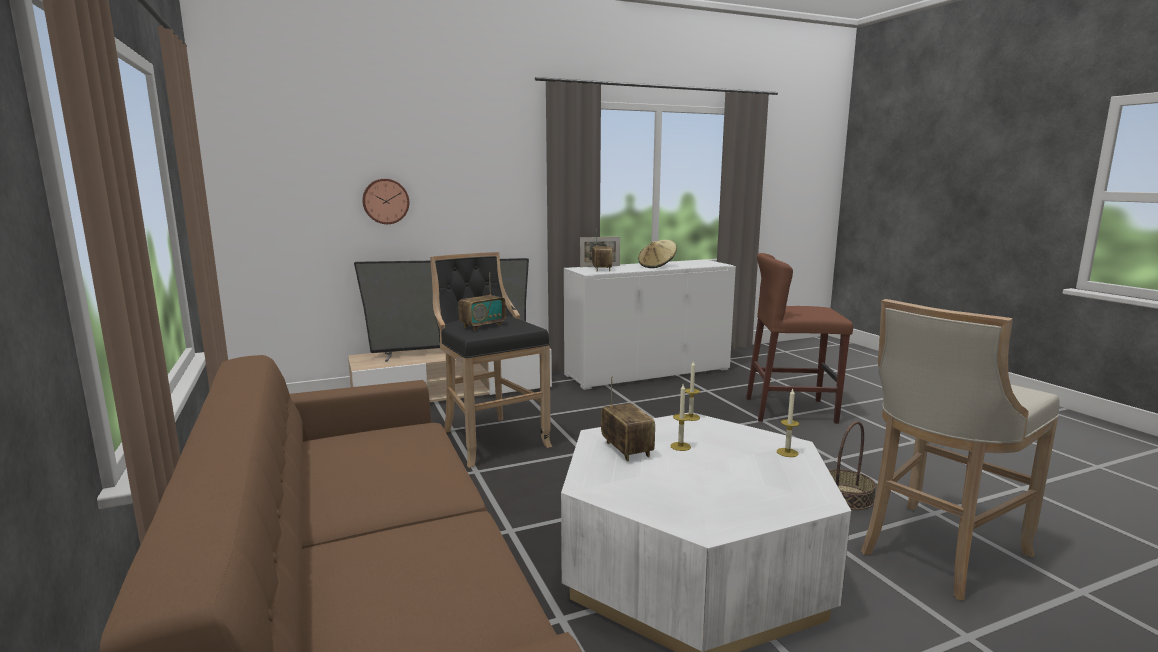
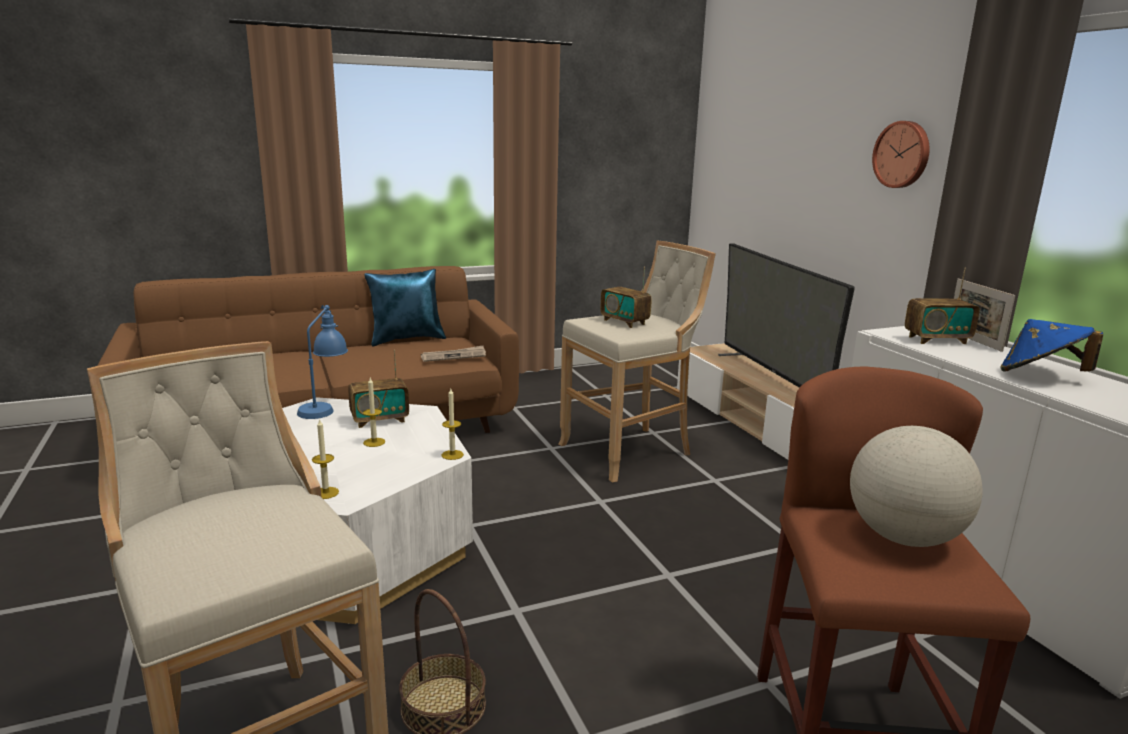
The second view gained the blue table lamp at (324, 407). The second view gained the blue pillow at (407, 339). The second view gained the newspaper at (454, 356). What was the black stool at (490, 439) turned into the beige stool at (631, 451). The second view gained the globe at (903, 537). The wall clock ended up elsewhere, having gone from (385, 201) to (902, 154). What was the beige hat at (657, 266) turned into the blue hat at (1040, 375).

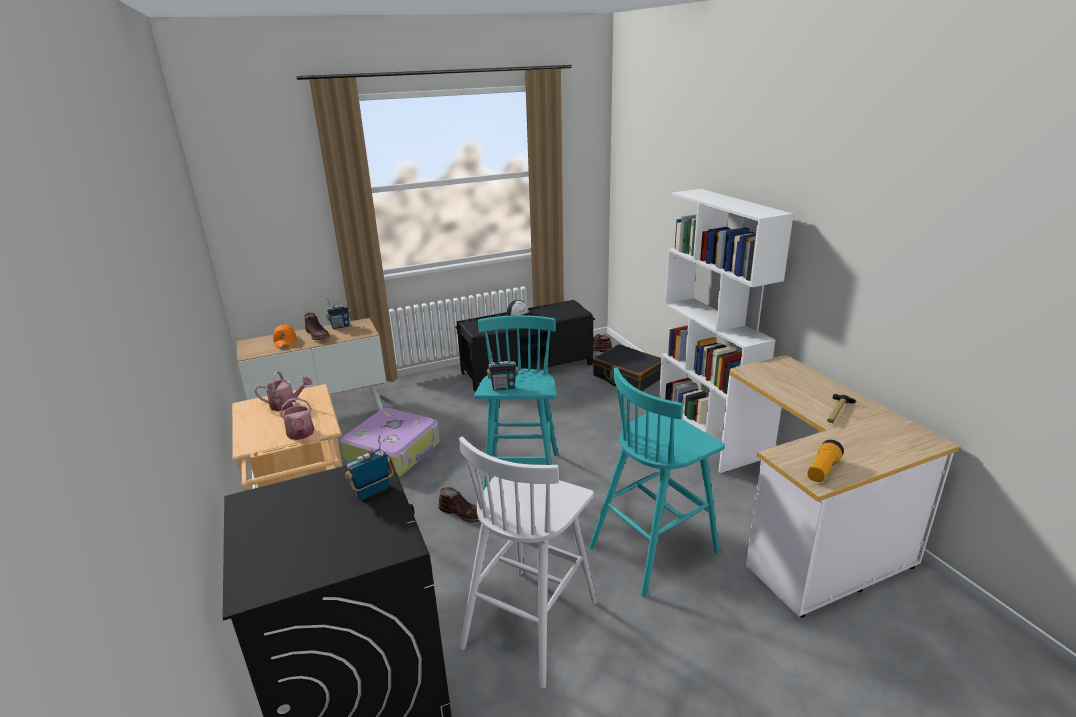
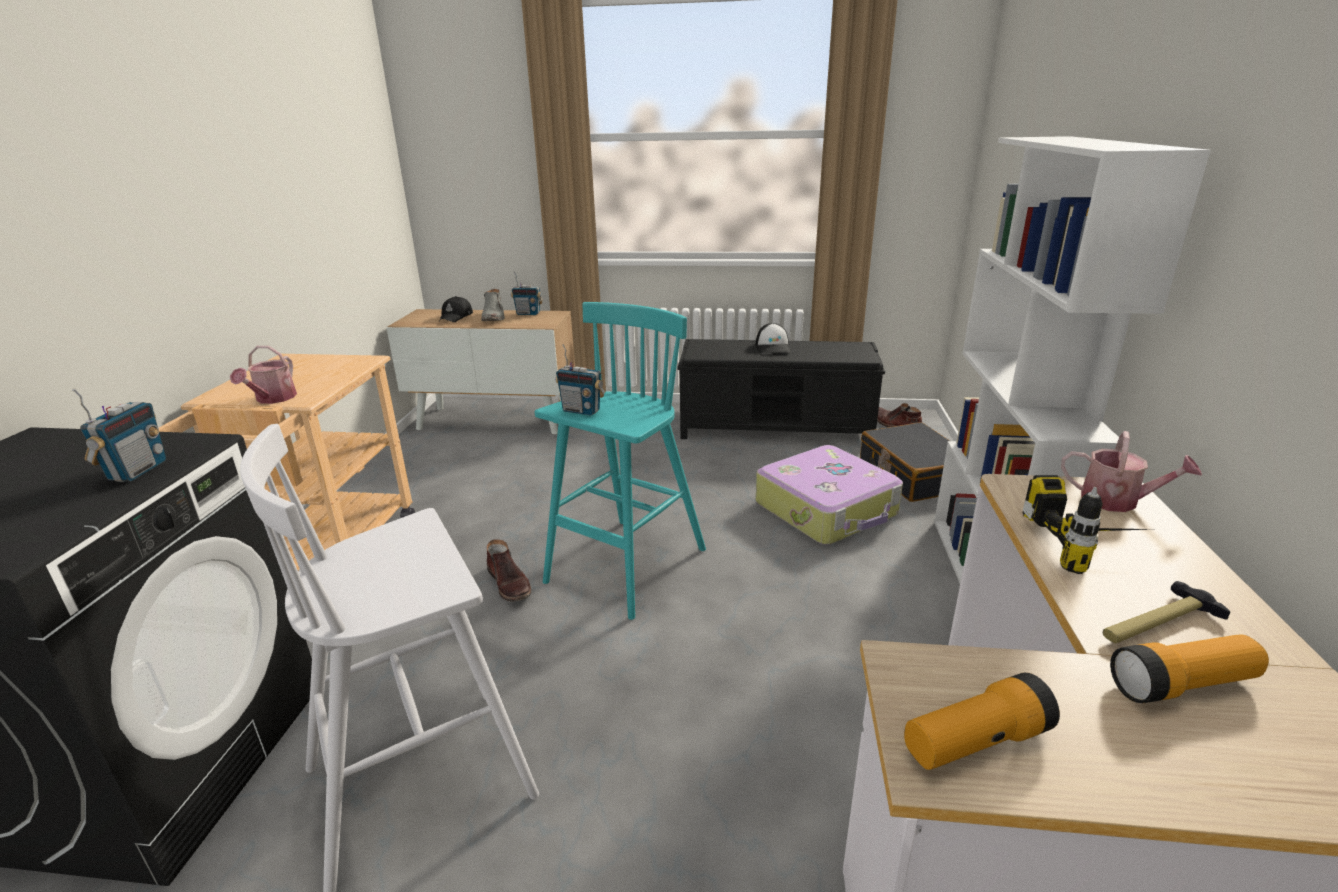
The radio at (372, 491) ended up facing another way, 105 degrees clockwise from before. What was the orange cap at (285, 341) turned into the black cap at (456, 317). What was the brown boot at (318, 335) turned into the grey boot at (494, 317). The suitcase ended up elsewhere, having gone from (394, 452) to (827, 509). The second view gained the power drill at (1091, 547). The watering can ended up elsewhere, having gone from (287, 404) to (1117, 501). The second view gained the flashlight at (1182, 685). The second view lost the turquoise stool at (655, 548).

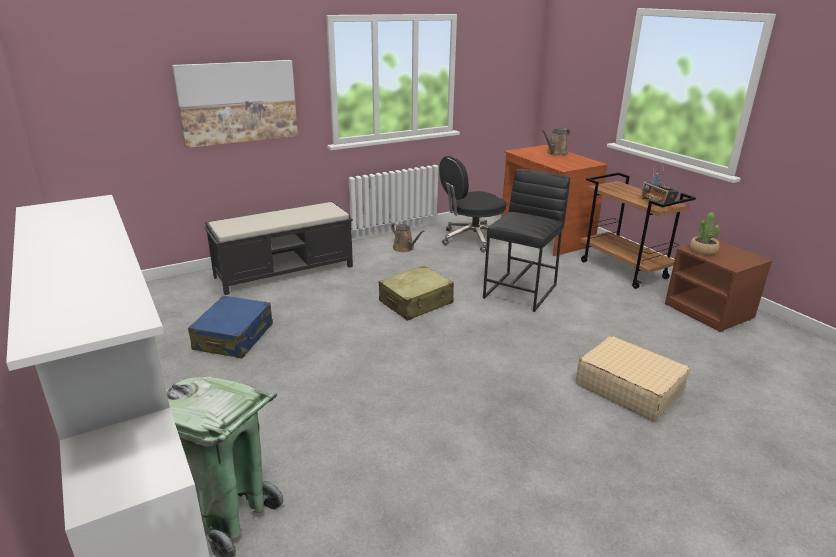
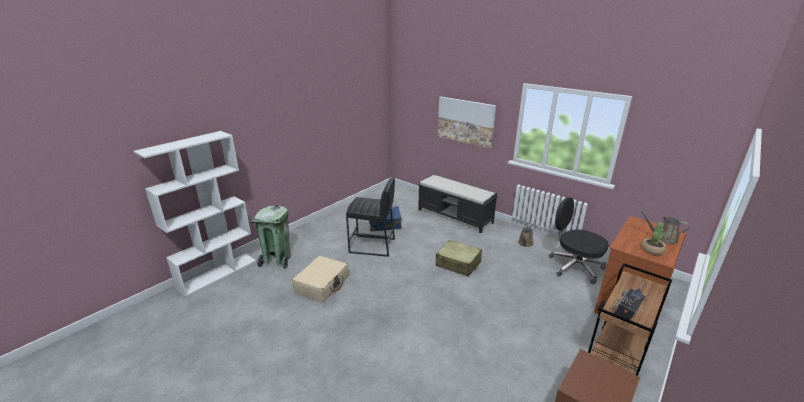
The beige suitcase ended up elsewhere, having gone from (628, 388) to (322, 284). The black stool ended up elsewhere, having gone from (521, 291) to (372, 246). The potted plant ended up elsewhere, having gone from (703, 250) to (652, 250).

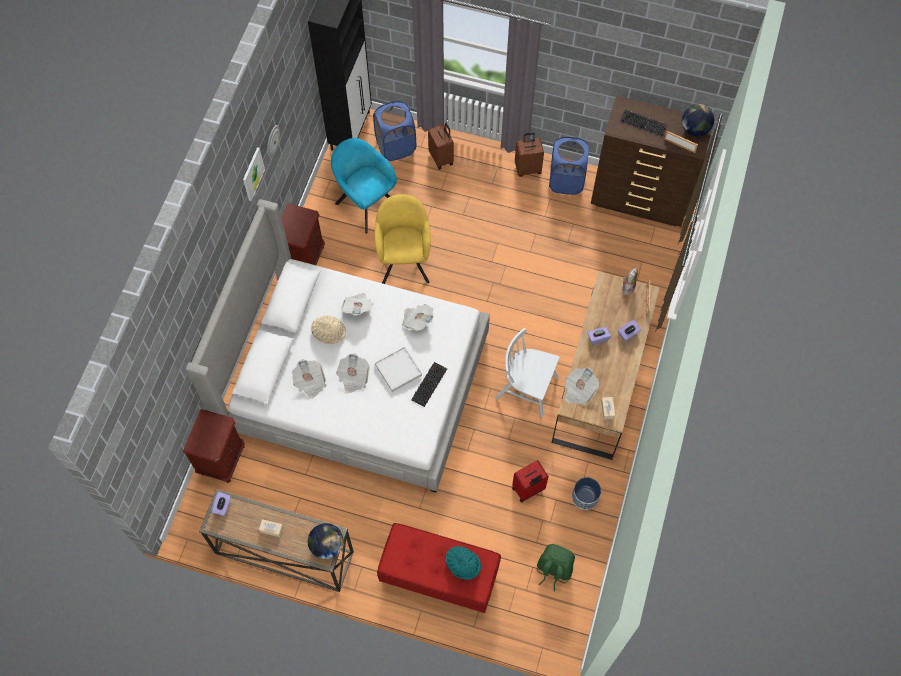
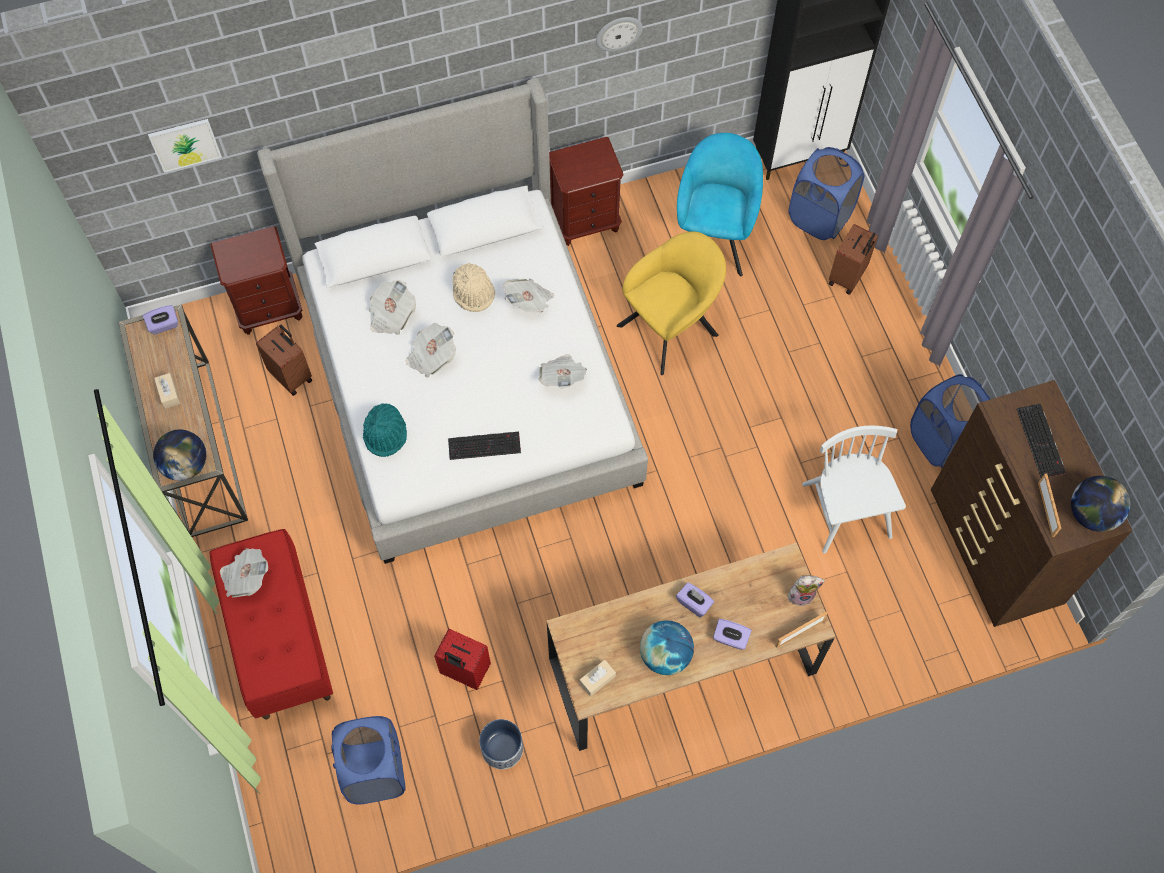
The picture ended up elsewhere, having gone from (253, 174) to (185, 144). The newspaper ended up elsewhere, having gone from (579, 390) to (246, 577). The brown suitcase ended up elsewhere, having gone from (528, 168) to (292, 376). Where the green backpack stood at (553, 570), the blue laundry basket came to stand at (375, 771). The turquoise hat ended up elsewhere, having gone from (463, 563) to (385, 434). The second view gained the globe at (665, 655). The white chair ended up elsewhere, having gone from (527, 388) to (846, 511). The second view lost the white tray at (398, 370).

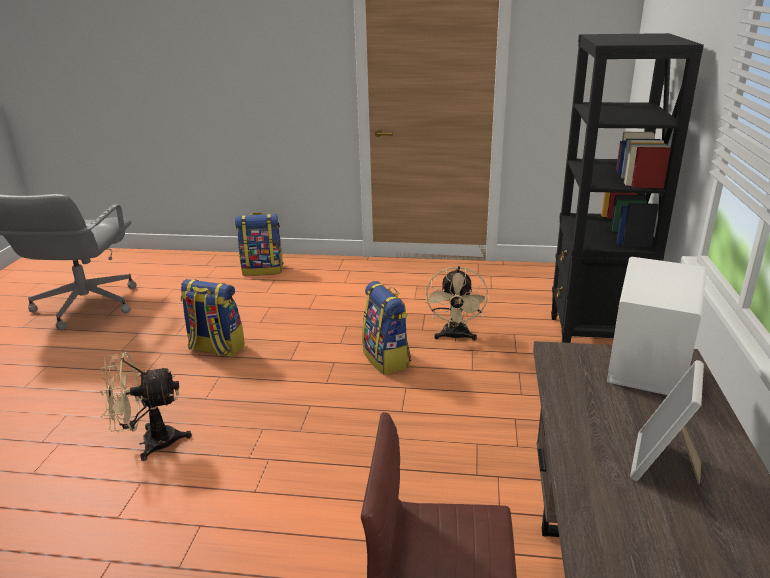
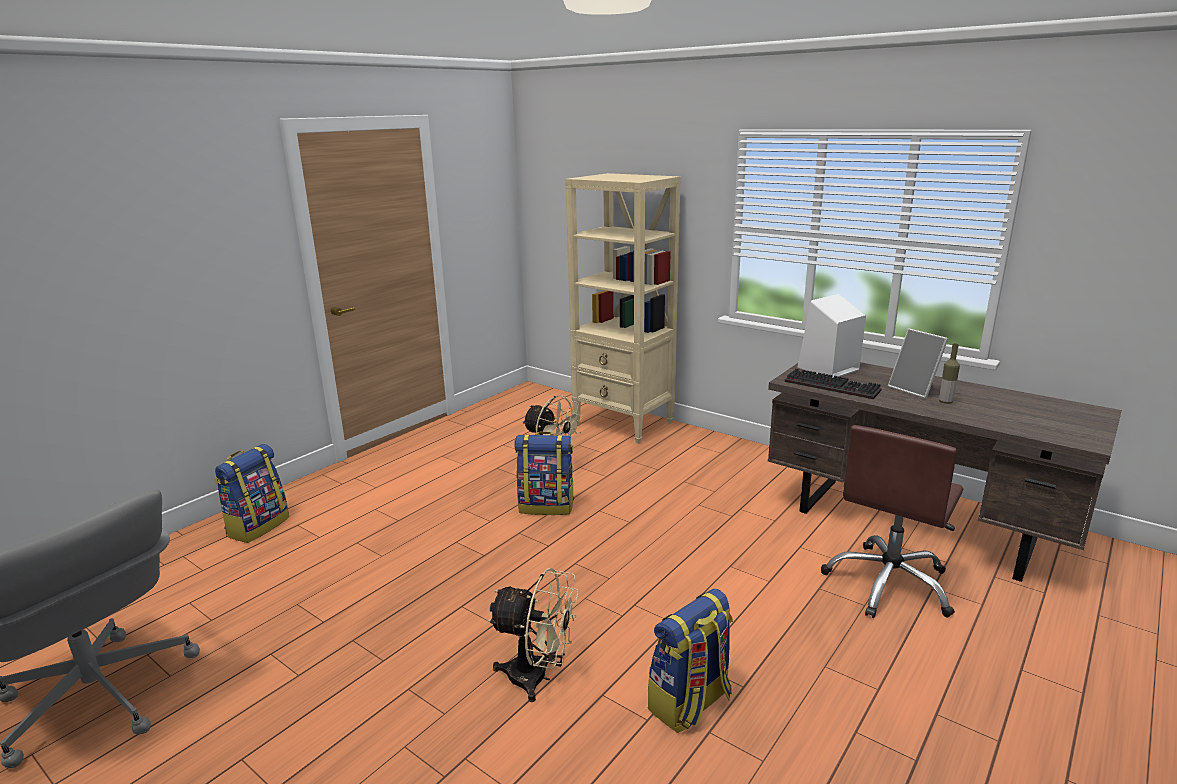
The beige fan at (150, 443) ended up facing another way, 90 degrees counterclockwise from before. What was the black bookcase at (592, 342) turned into the beige bookcase at (624, 424). The backpack ended up elsewhere, having gone from (215, 349) to (690, 704). The second view gained the keyboard at (834, 386). The second view gained the bottle at (945, 402).

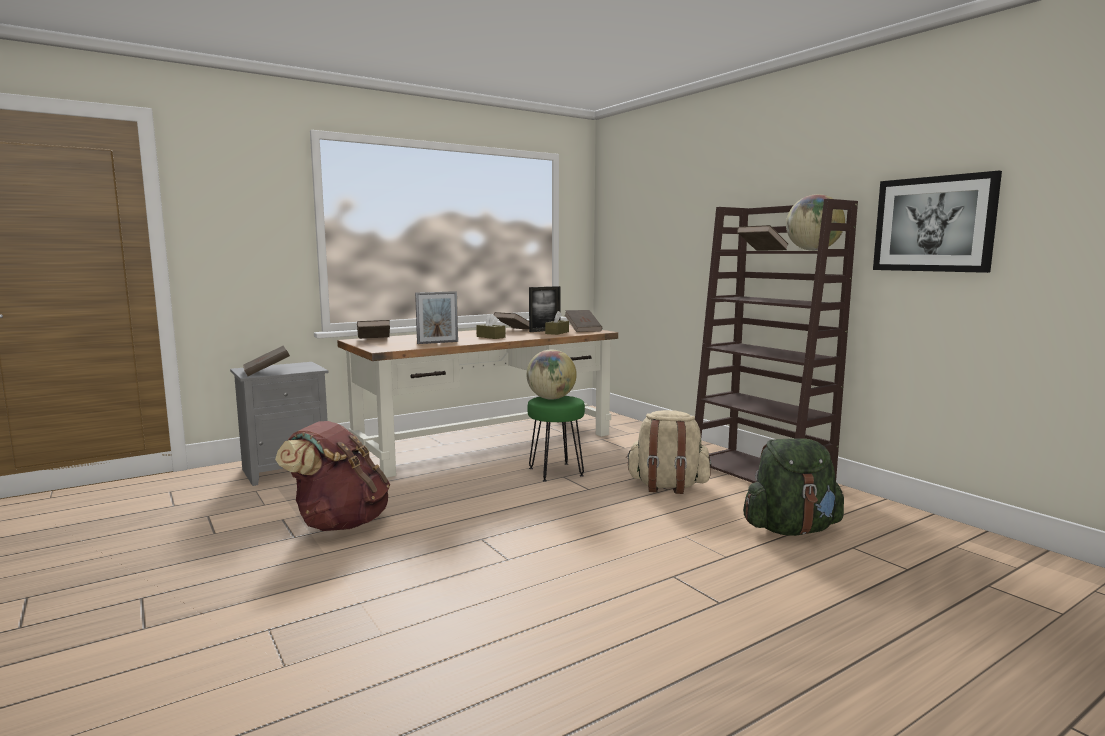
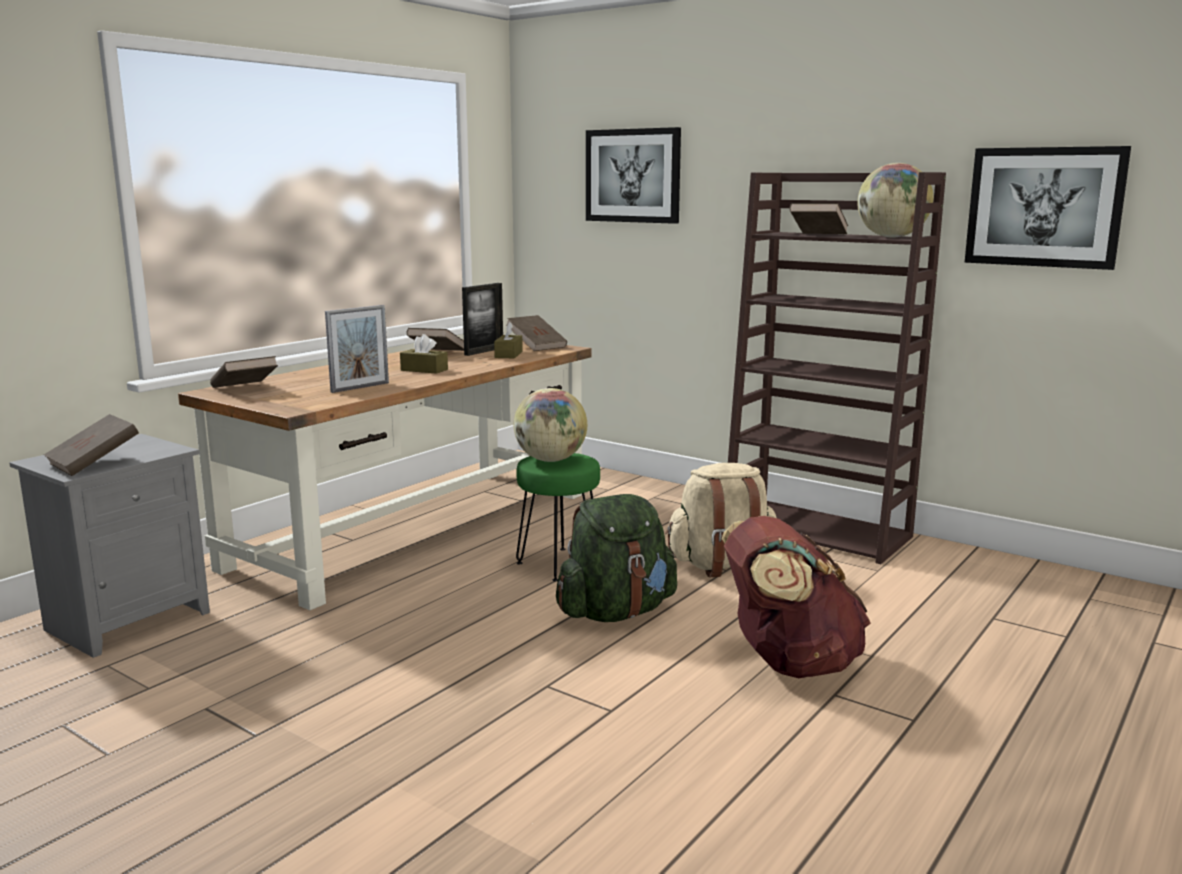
The green backpack ended up elsewhere, having gone from (791, 529) to (616, 612). The second view gained the picture at (633, 176). The brown backpack ended up elsewhere, having gone from (339, 523) to (789, 663).

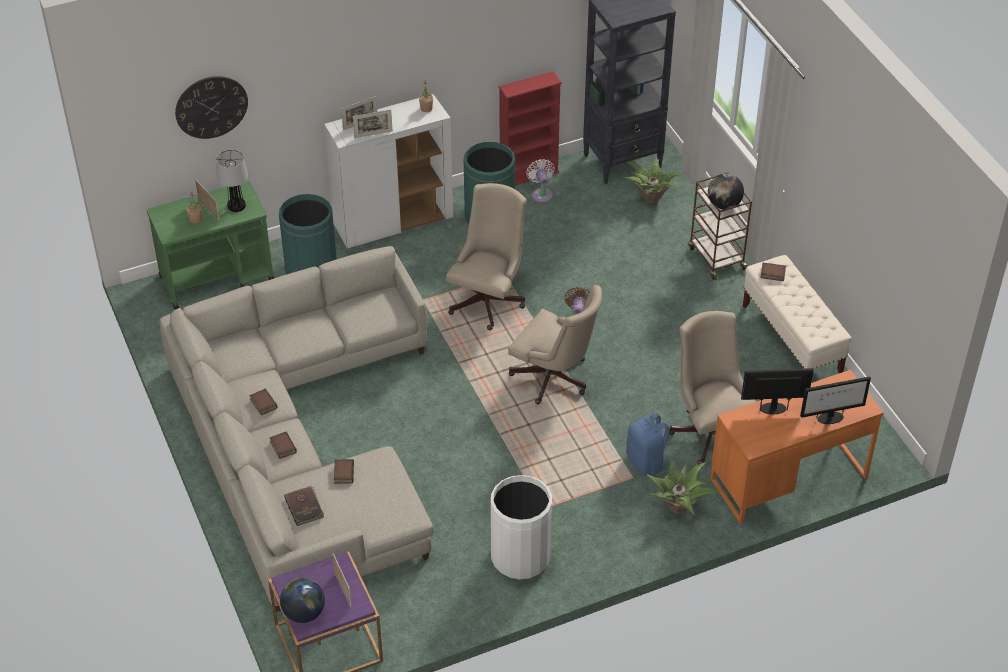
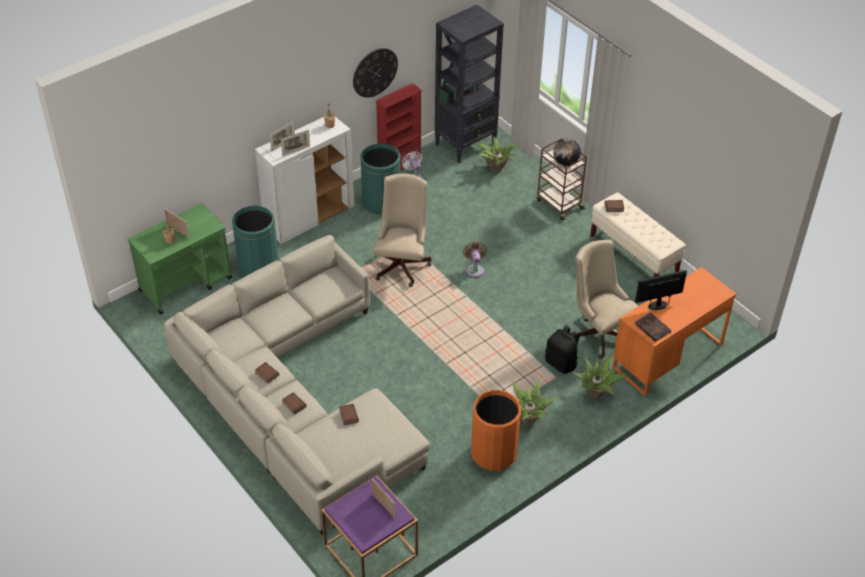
The wall clock ended up elsewhere, having gone from (211, 107) to (375, 72). What was the white trash can at (520, 557) turned into the orange trash can at (493, 453). The second view gained the potted plant at (529, 417). What was the blue backpack at (647, 461) turned into the black backpack at (561, 363). The brown book ended up elsewhere, having gone from (304, 506) to (652, 327). The second view lost the table lamp at (236, 205). The second view lost the globe at (304, 613). The second view lost the beige office chair at (555, 379). The second view lost the monitor at (830, 418).

